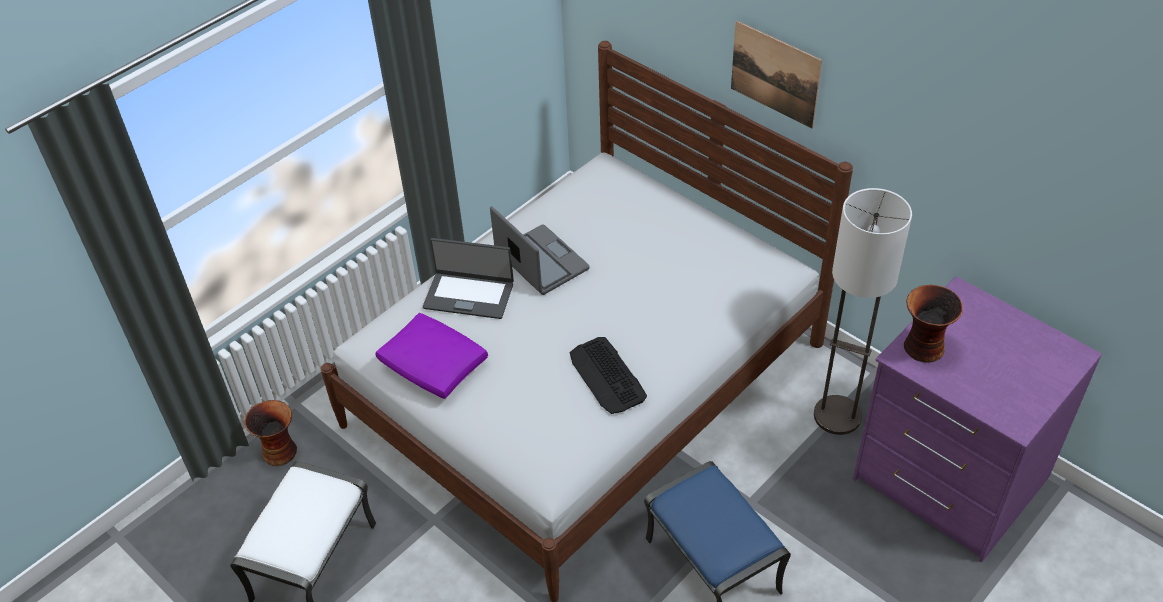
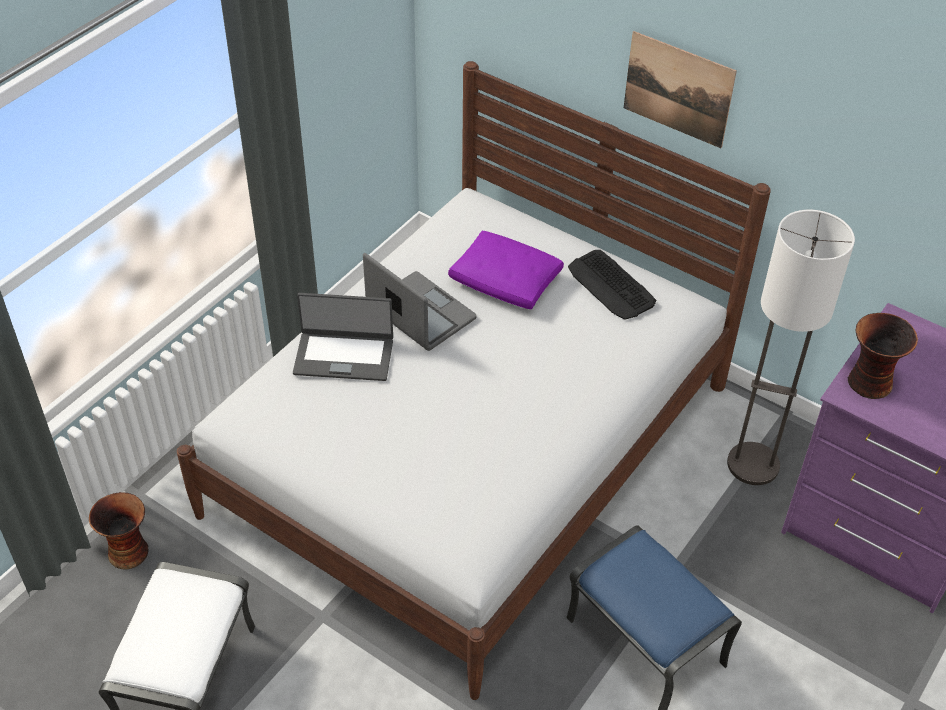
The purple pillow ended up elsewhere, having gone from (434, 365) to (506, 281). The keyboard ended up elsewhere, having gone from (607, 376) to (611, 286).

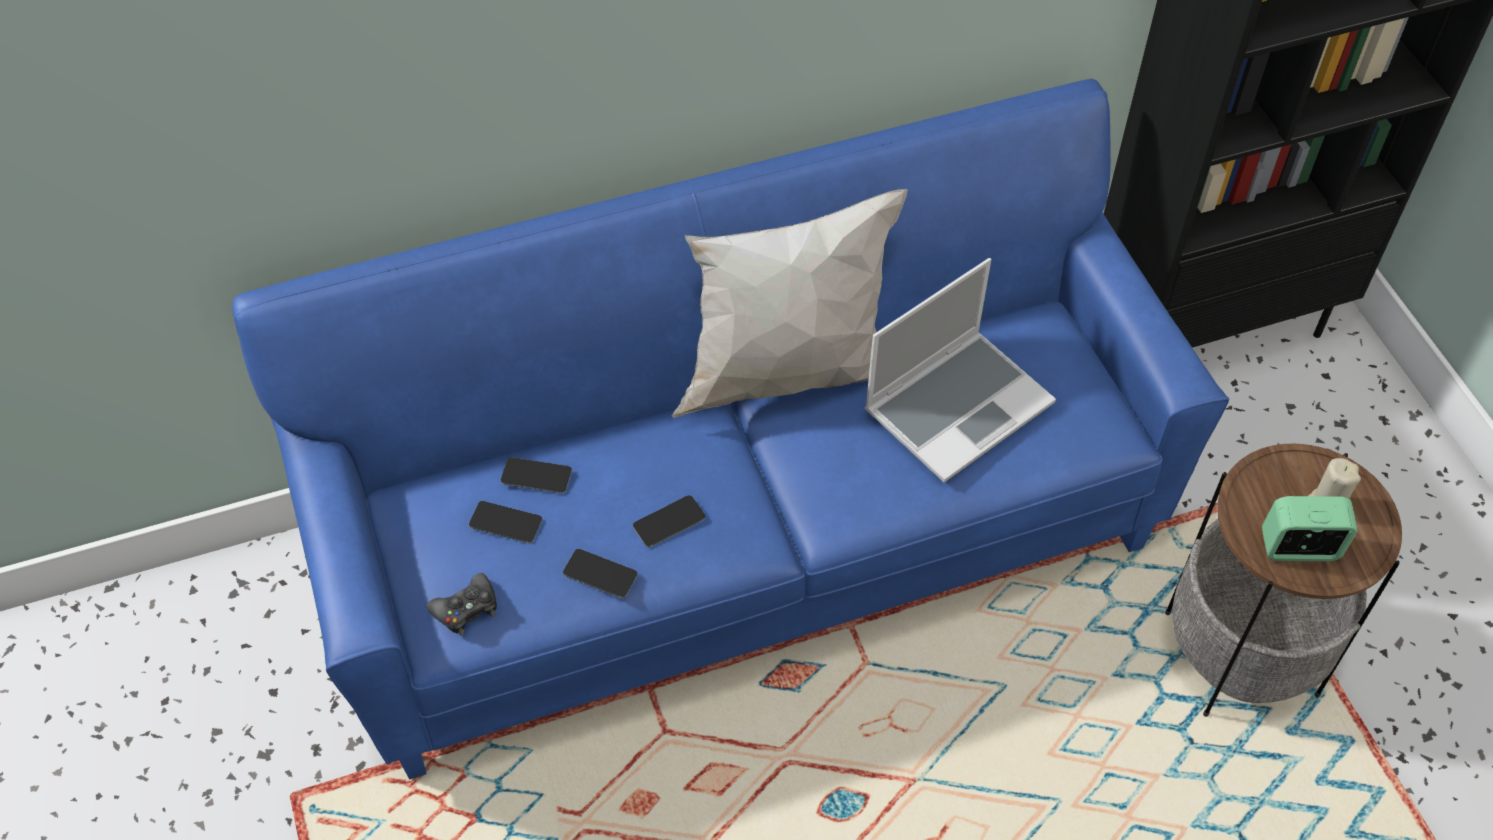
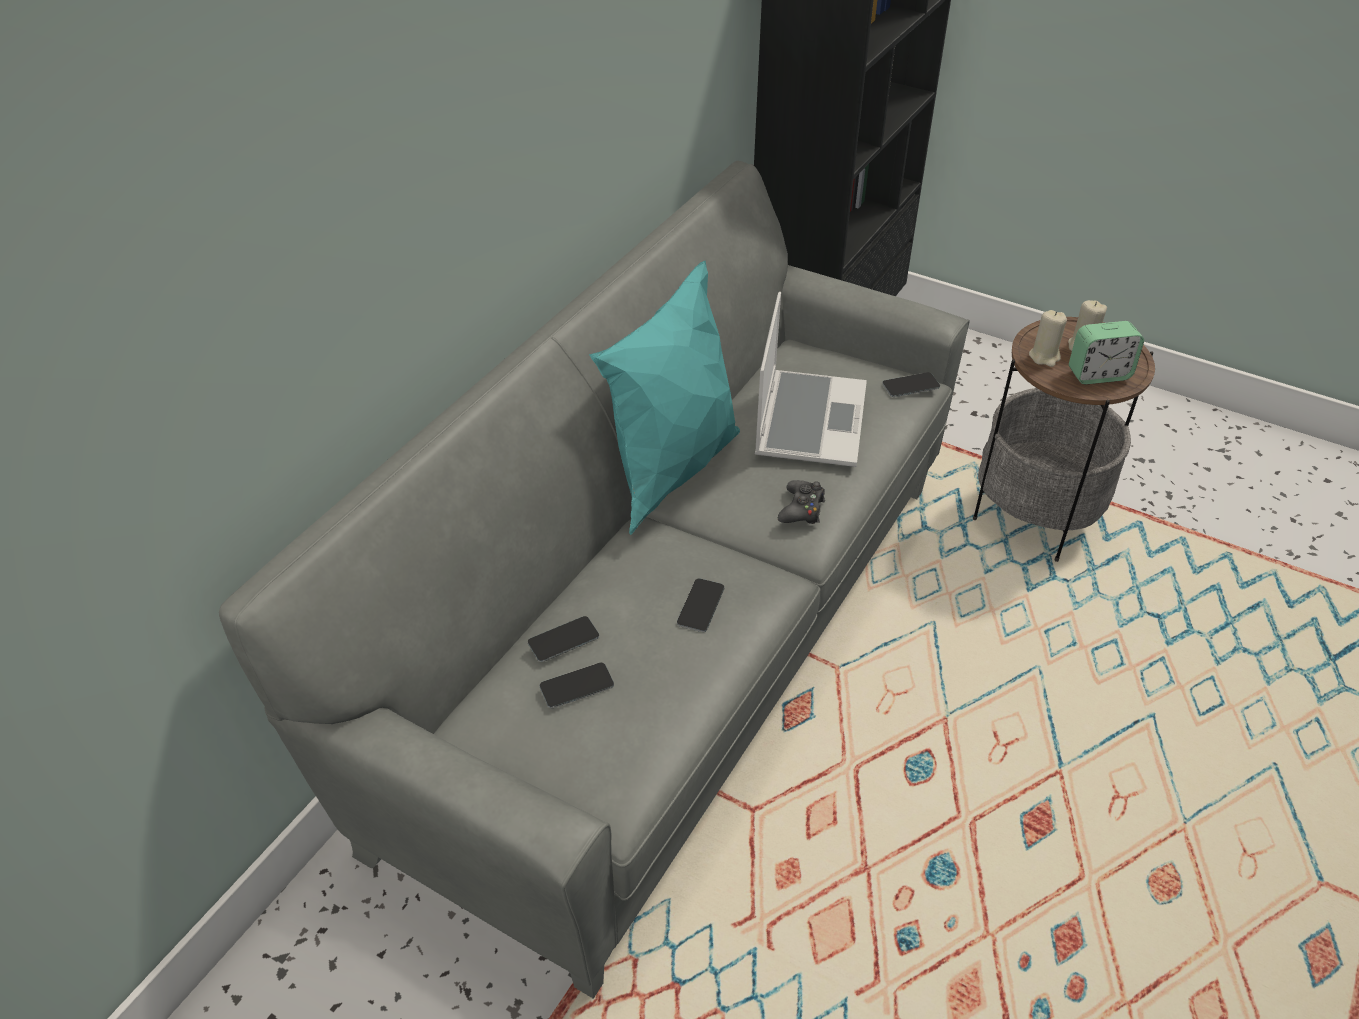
What was the blue sofa at (744, 544) turned into the grey sofa at (676, 649). What was the white pillow at (787, 376) turned into the turquoise pillow at (672, 469). The black game controller ended up elsewhere, having gone from (466, 609) to (802, 509). The phone ended up elsewhere, having gone from (600, 574) to (910, 385). The second view gained the beige candle at (1044, 357). The alarm clock at (1299, 548) ended up facing another way, 150 degrees counterclockwise from before.

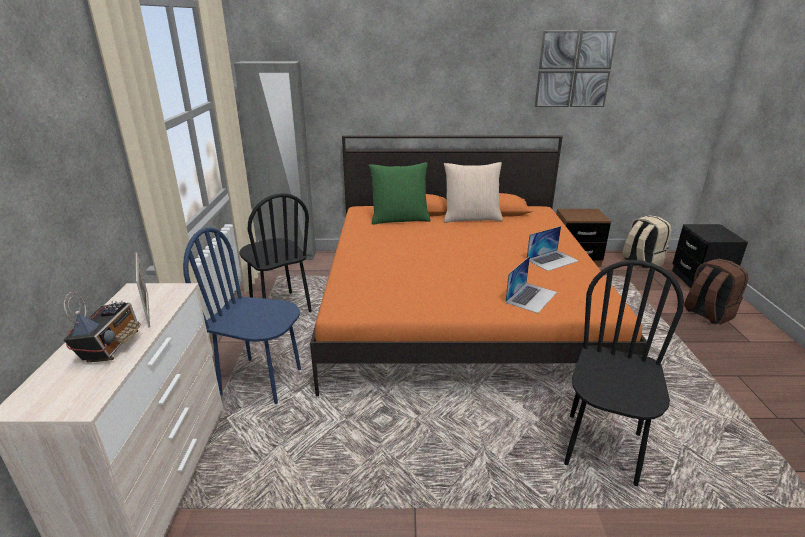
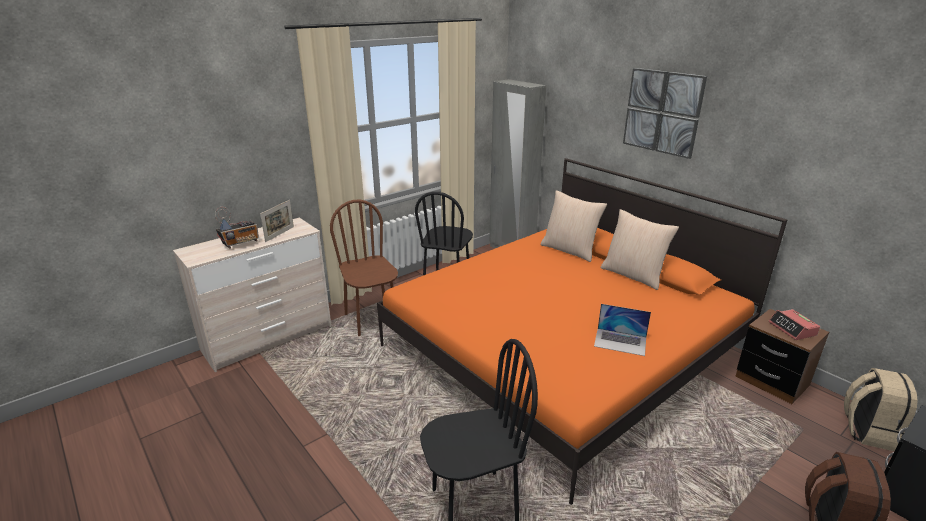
What was the blue chair at (261, 381) turned into the brown chair at (372, 320). What was the green pillow at (400, 219) turned into the beige pillow at (570, 250). The picture ended up elsewhere, having gone from (574, 69) to (662, 112). The second view gained the alarm clock at (792, 329). The second view lost the laptop at (531, 297).

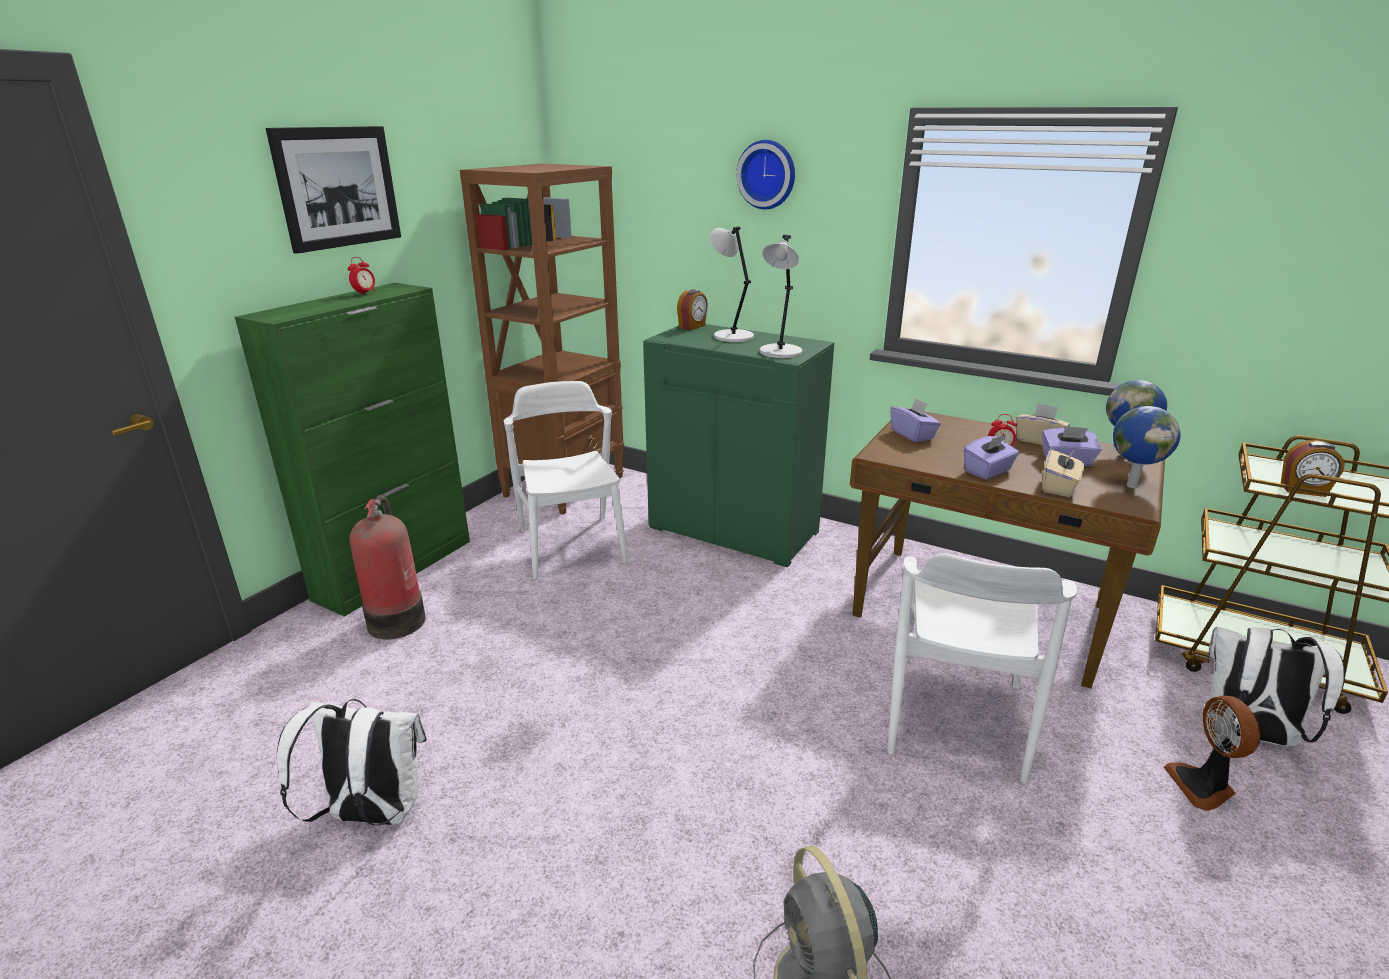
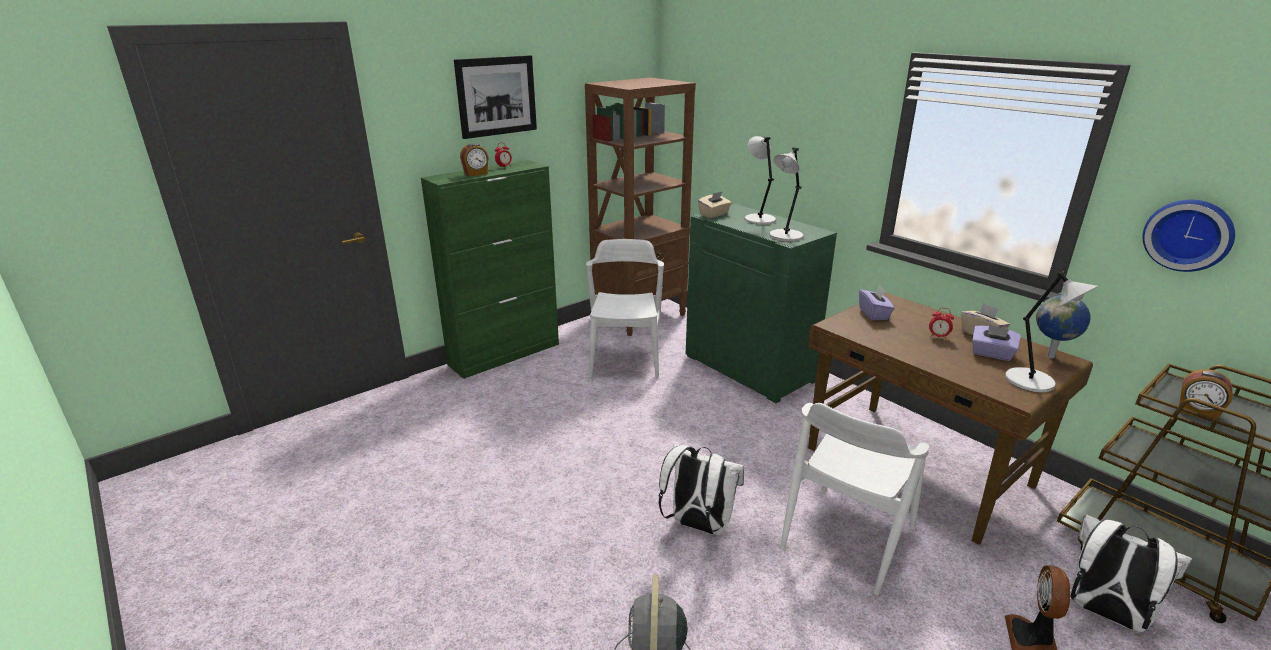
The alarm clock ended up elsewhere, having gone from (692, 327) to (476, 174). The white backpack ended up elsewhere, having gone from (372, 814) to (697, 525). The beige tissue box ended up elsewhere, having gone from (1059, 487) to (714, 215). Where the globe stood at (1131, 485), the grey table lamp came to stand at (1032, 382). The wall clock ended up elsewhere, having gone from (767, 174) to (1189, 234). The second view lost the fire extinguisher at (397, 619). The second view lost the purple tissue box at (988, 471).

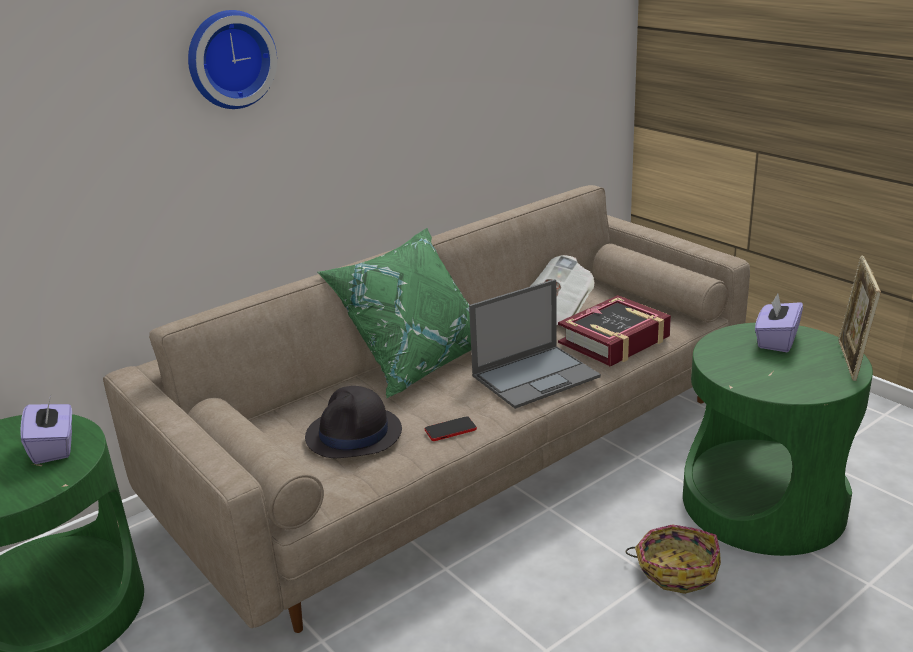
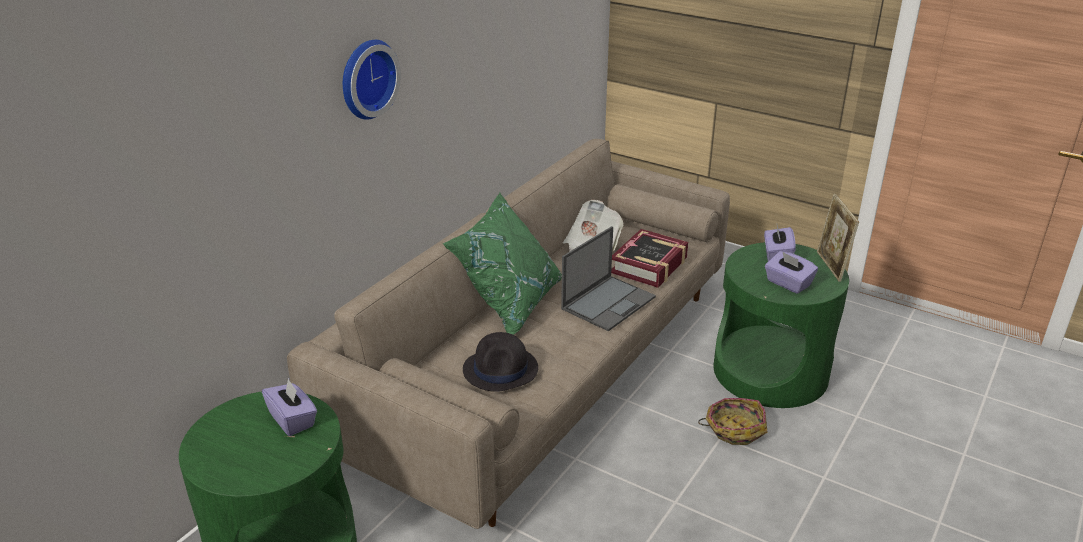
The second view gained the purple tissue box at (788, 284). The second view lost the phone at (450, 430).

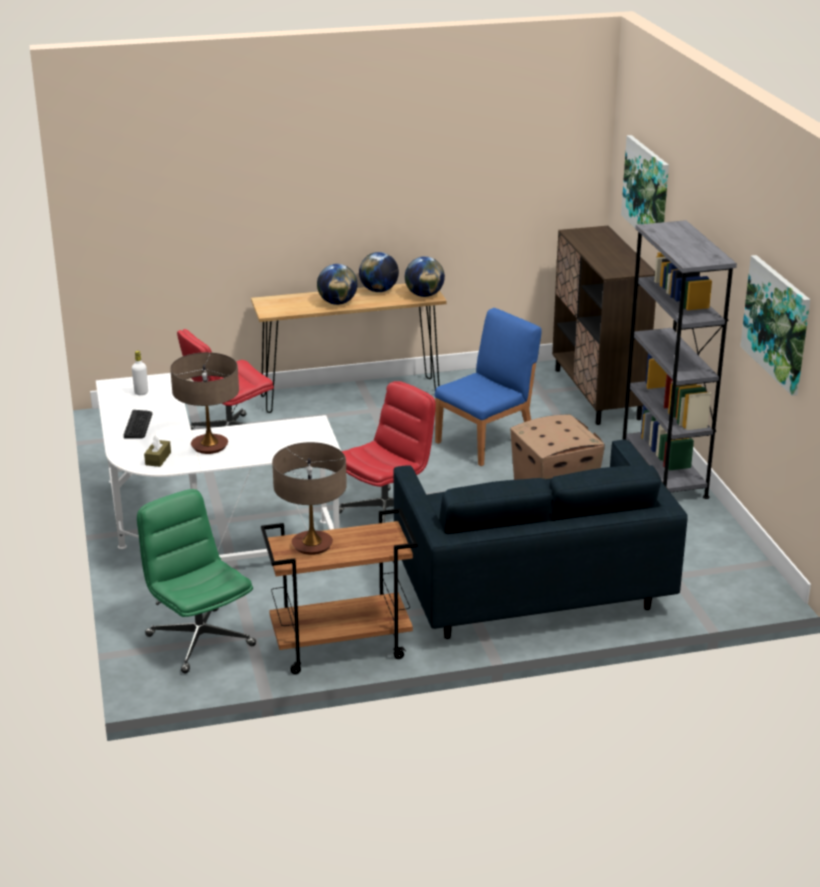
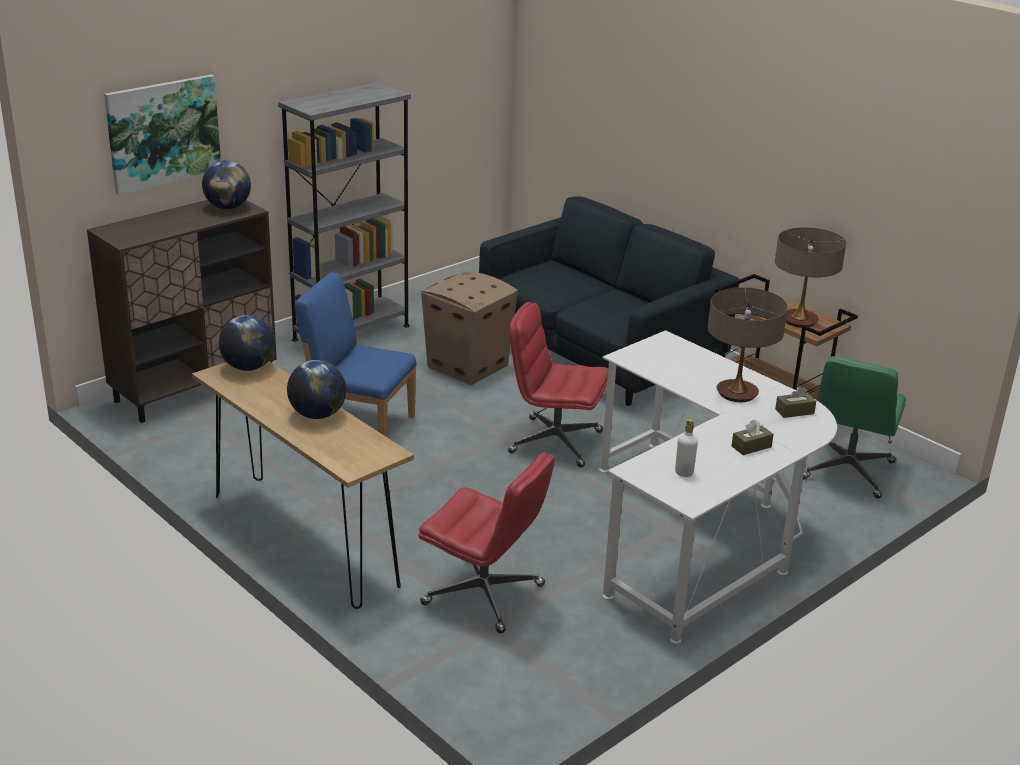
The globe ended up elsewhere, having gone from (378, 290) to (228, 207). Where the keyboard stood at (138, 425), the brown tissue box came to stand at (751, 447). The second view lost the picture at (777, 323).

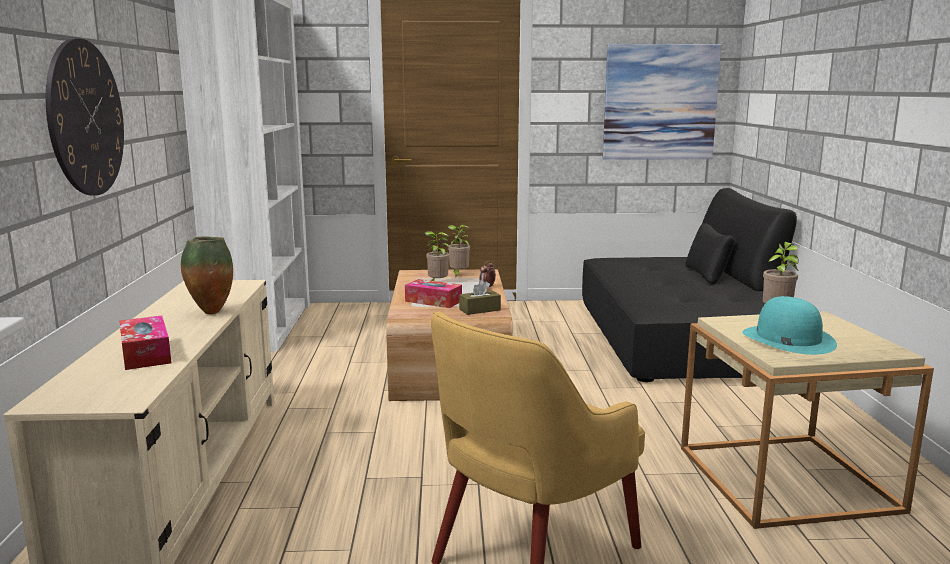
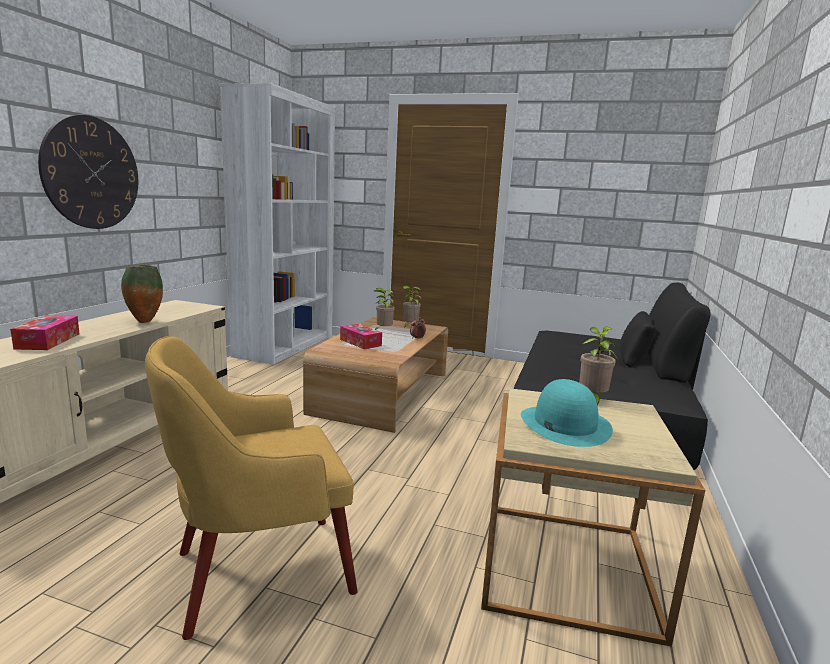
The second view lost the brown tissue box at (479, 310). The second view lost the picture at (660, 102).

